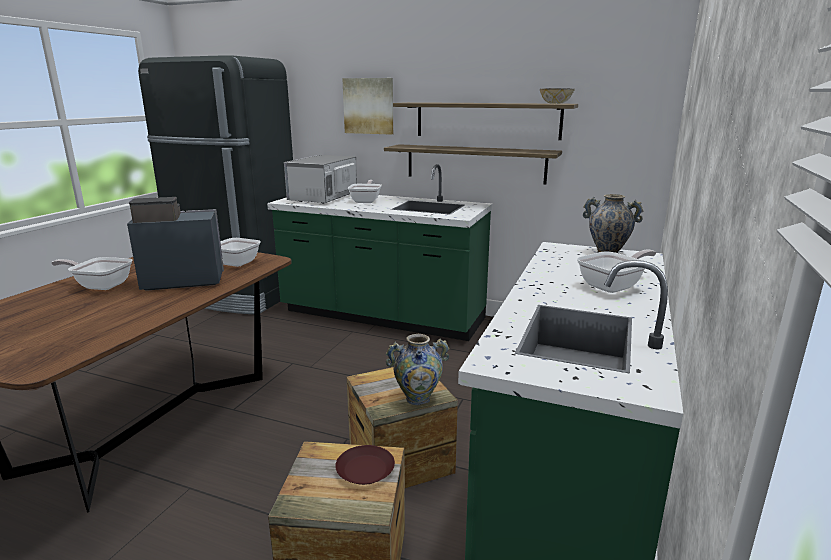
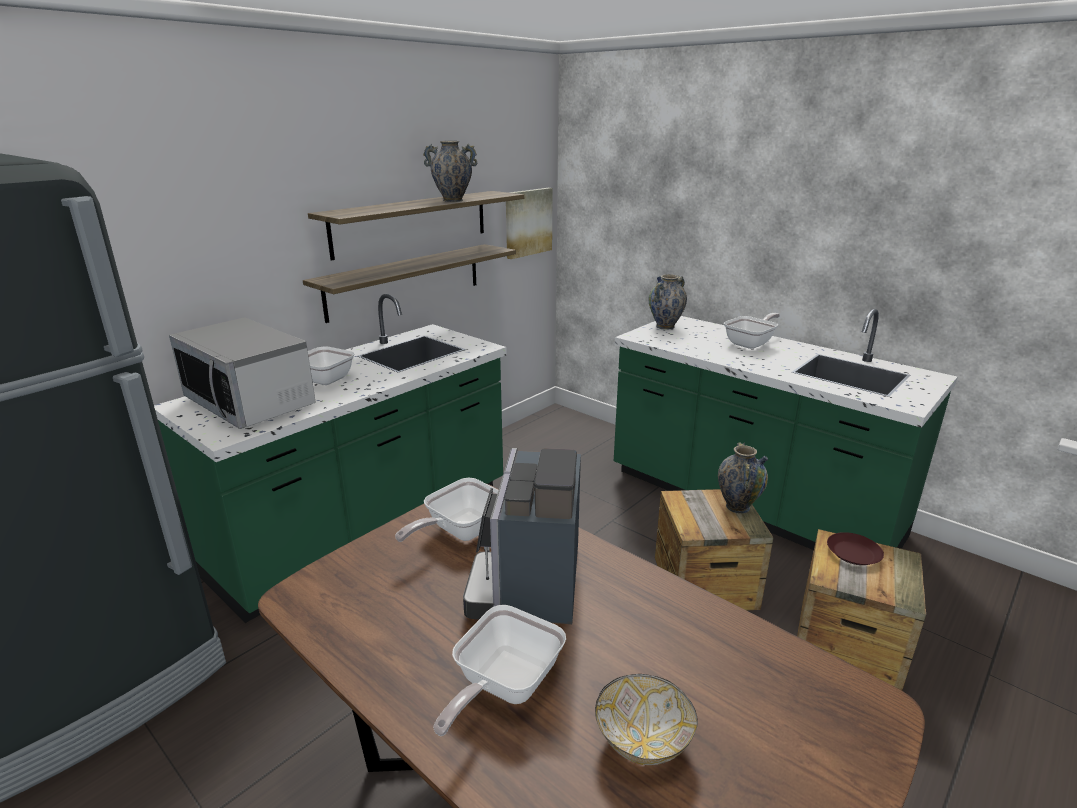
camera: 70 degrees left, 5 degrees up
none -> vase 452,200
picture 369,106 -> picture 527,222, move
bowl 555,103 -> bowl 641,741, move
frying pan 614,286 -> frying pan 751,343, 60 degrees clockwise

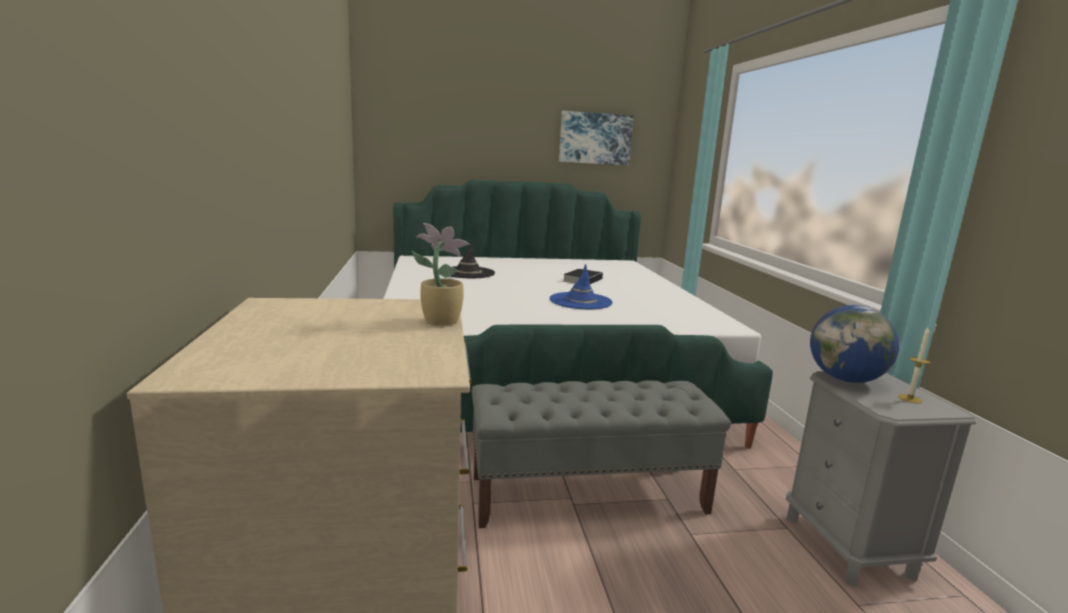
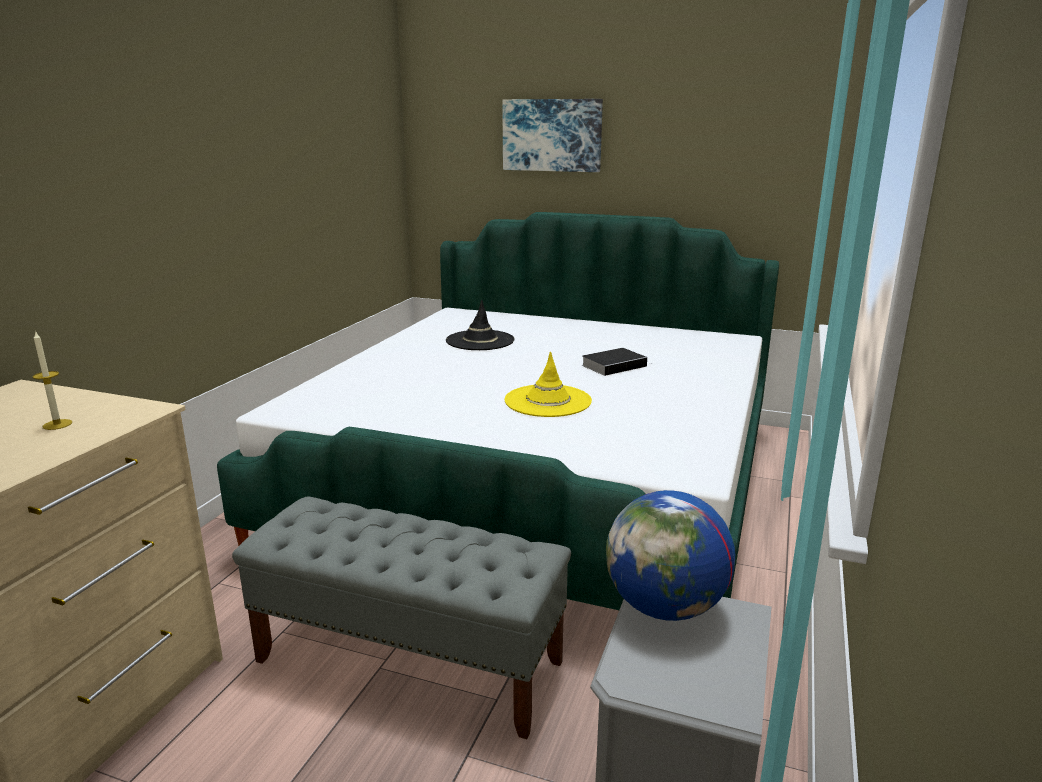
camera: 30 degrees right, 5 degrees up
potted plant 440,321 -> none
picture 595,138 -> picture 552,135, move
candle 909,399 -> candle 57,424, move
blue hat 580,301 -> yellow hat 548,401

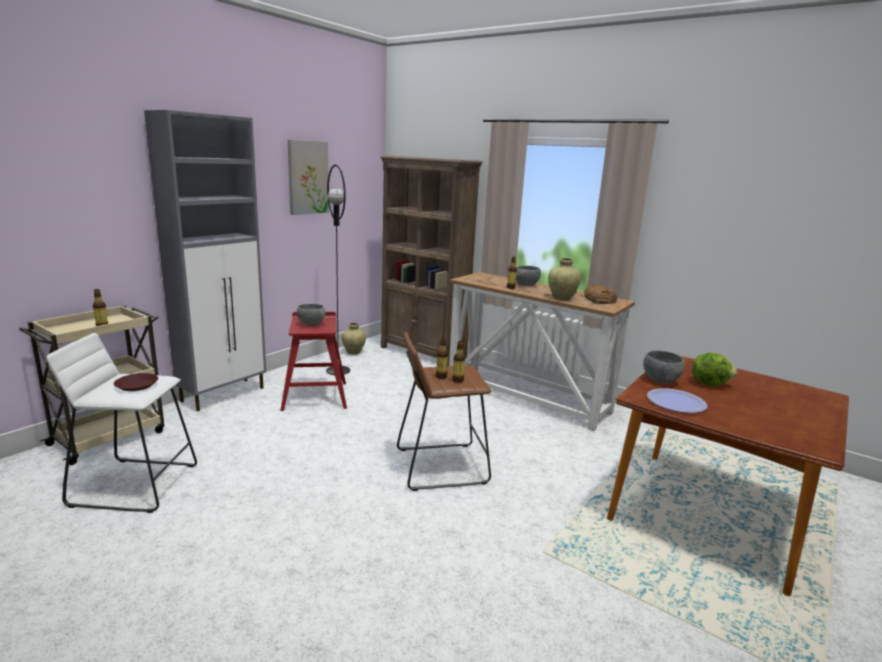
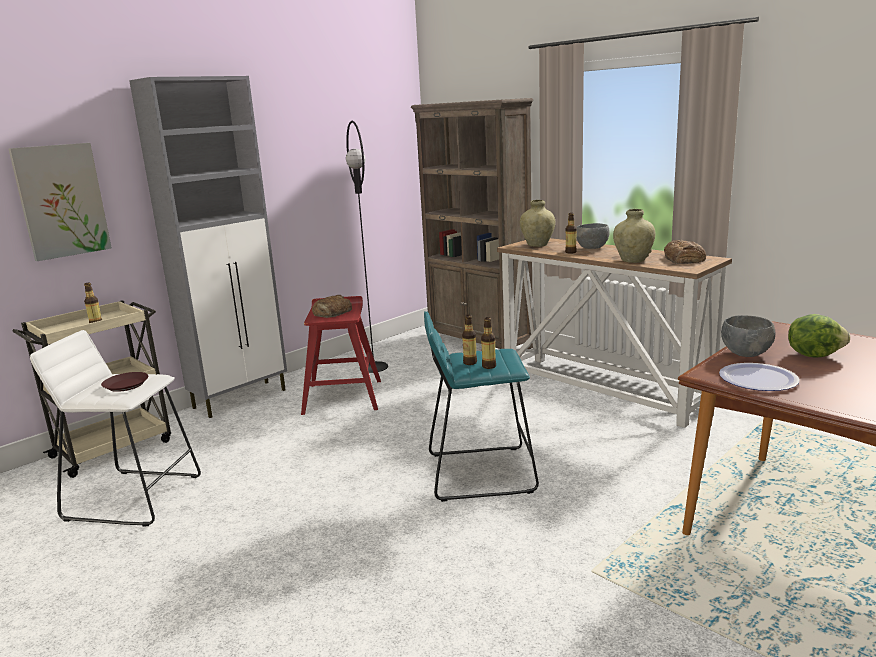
camera: 10 degrees right, 0 degrees up
picture 307,177 -> picture 61,201, move
beige vase 353,352 -> beige vase 537,245, move
grey bowl 311,324 -> bread 332,312
brown stool 441,465 -> turquoise stool 480,472

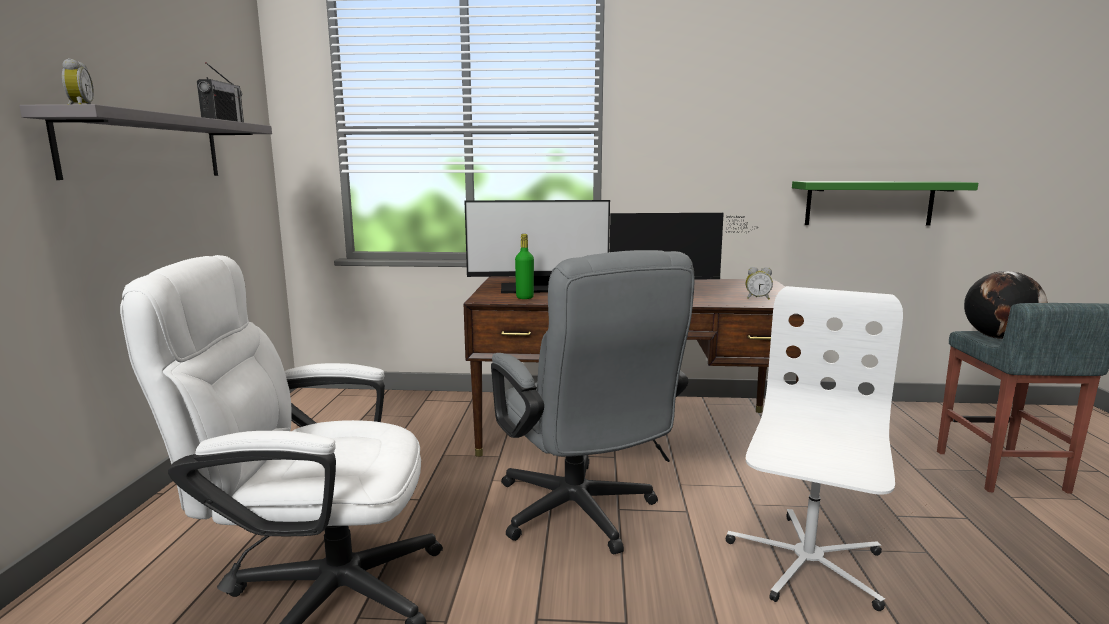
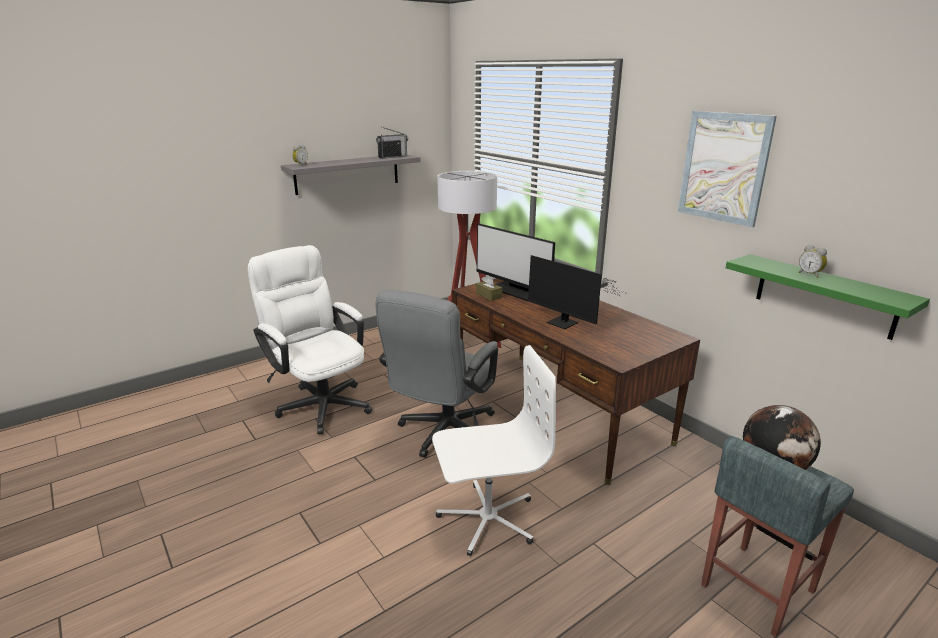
camera: 50 degrees right, 10 degrees up
none -> floor lamp 467,343
none -> picture 724,167
alarm clock 757,298 -> alarm clock 810,274, move
green bottle 524,297 -> brown tissue box 488,295

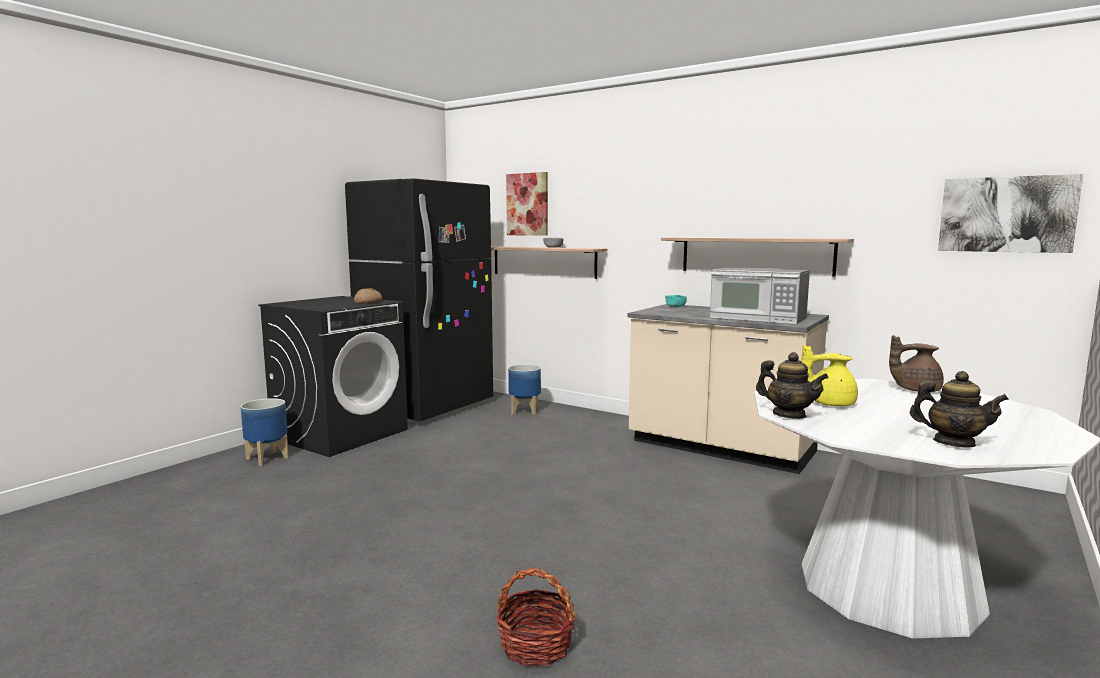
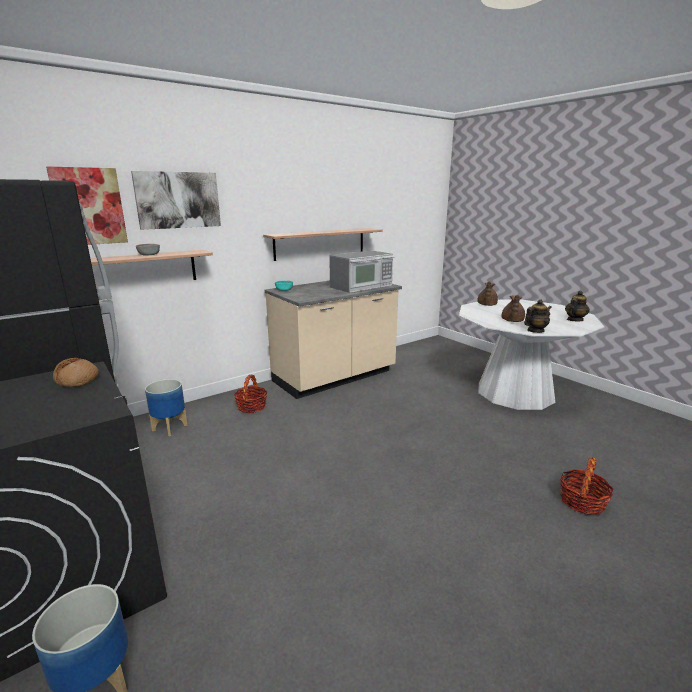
camera: 70 degrees left, 10 degrees up
none -> basket 251,406
picture 1006,214 -> picture 178,200, move
yellow teapot 828,403 -> brown teapot 512,321

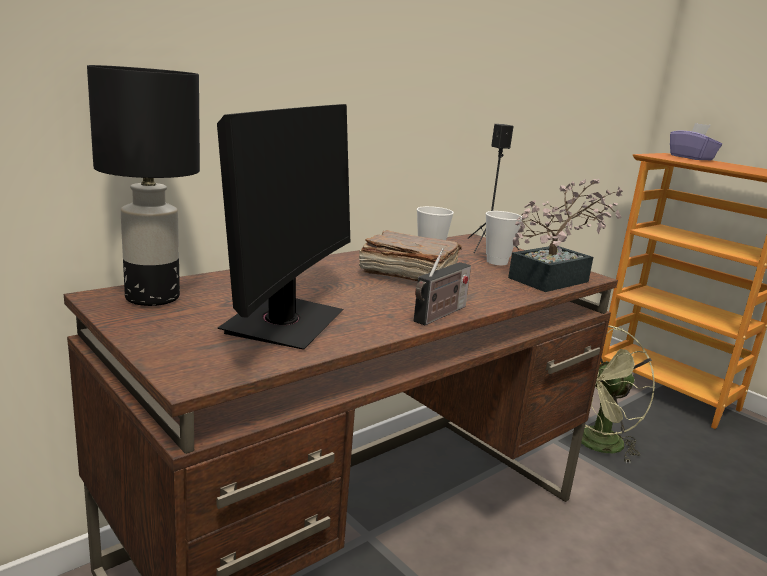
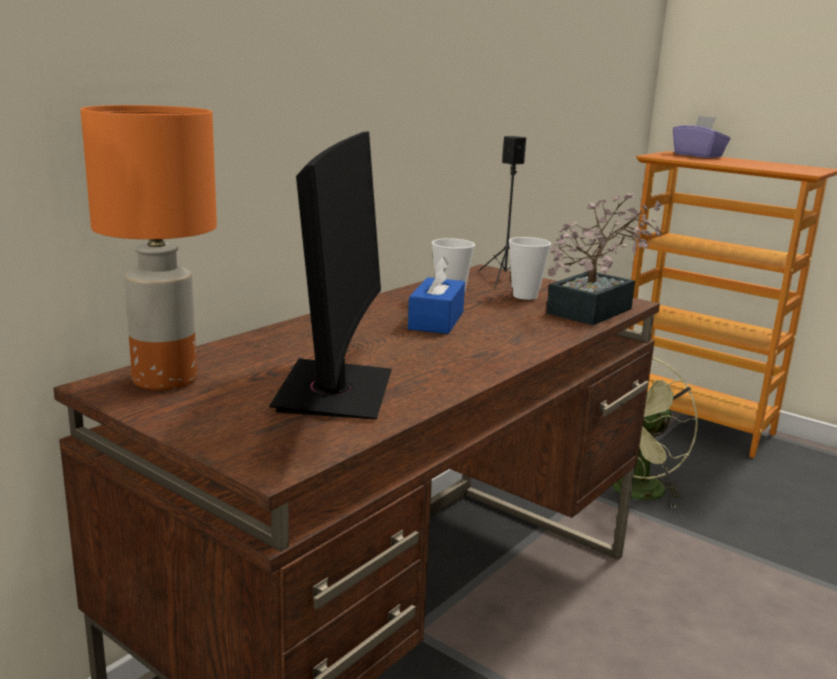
camera: 10 degrees left, 0 degrees up
radio 439,315 -> none
brown book 407,274 -> blue tissue box 436,320
black table lamp 153,297 -> orange table lamp 165,379

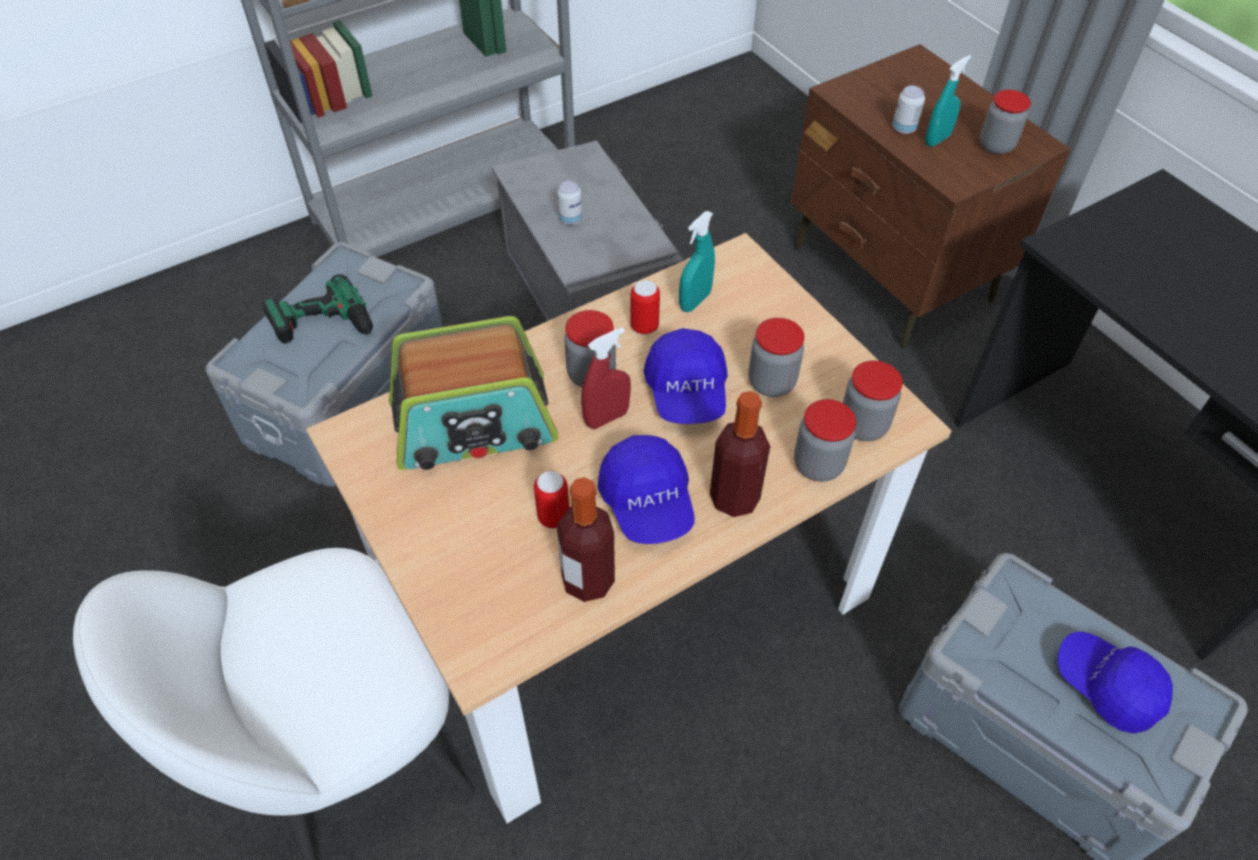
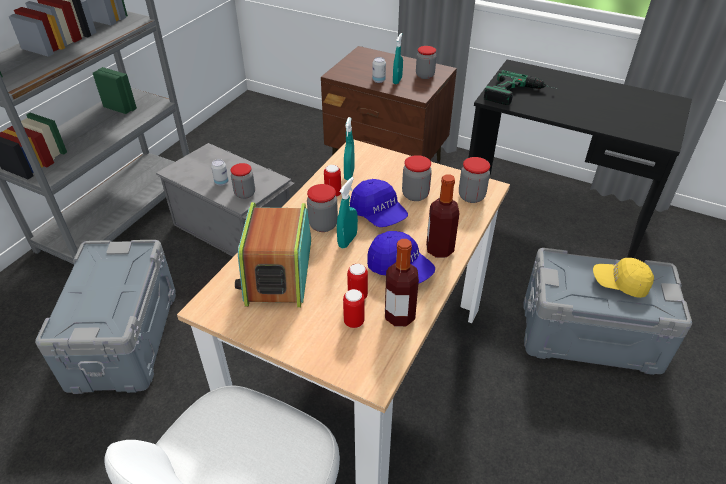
camera: 30 degrees left, 10 degrees down
none -> can 354,322
power drill 327,331 -> power drill 520,95, move
jar 818,465 -> jar 245,193, move
red spray bottle 606,418 -> turquoise spray bottle 347,240
blue cap 1106,686 -> yellow cap 620,283
radio 474,424 -> radio 278,272, 135 degrees clockwise

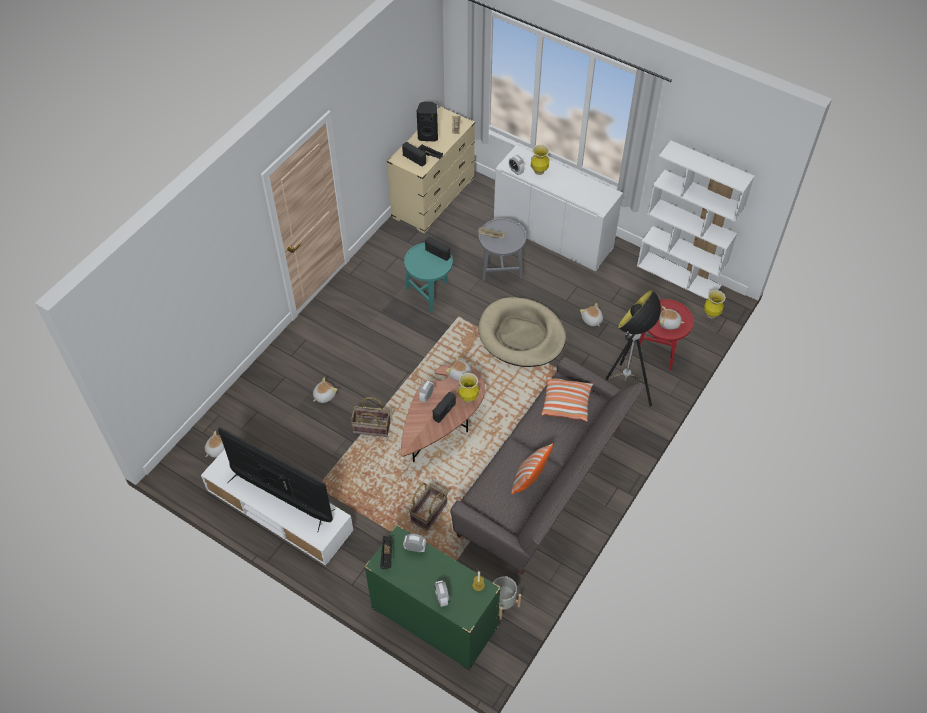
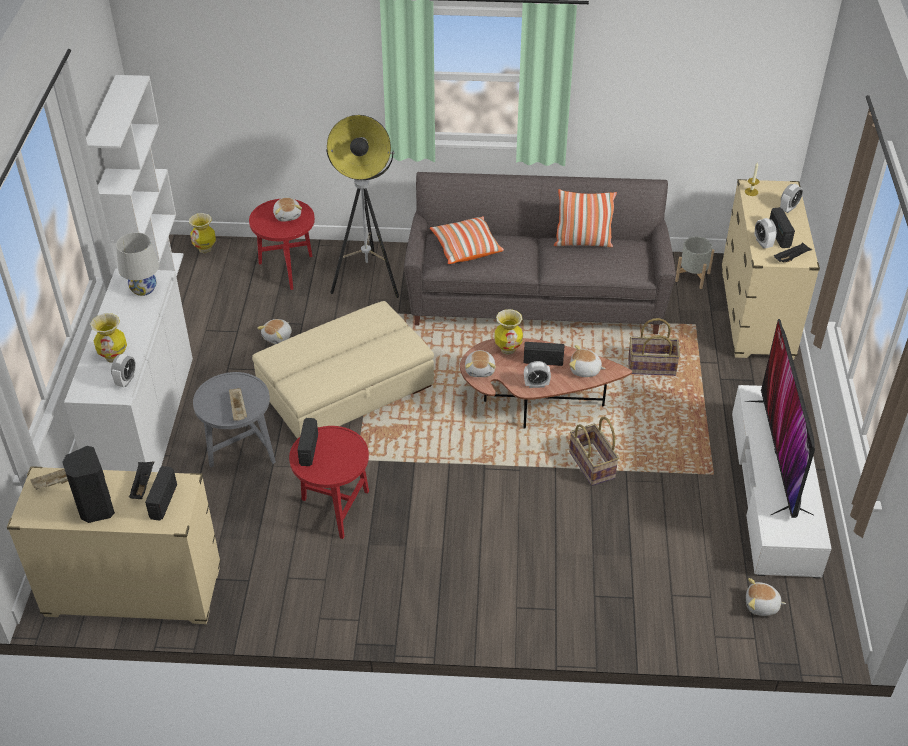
camera: 120 degrees left, 10 degrees down
none -> white table lamp 143,289
none -> radio 779,236
plush toy 324,395 -> plush toy 585,370, move
beige dog bed 521,335 -> beige ottoman 345,388
green dresser 434,619 -> beige dresser 756,314
turquoise side table 429,293 -> red side table 334,508

